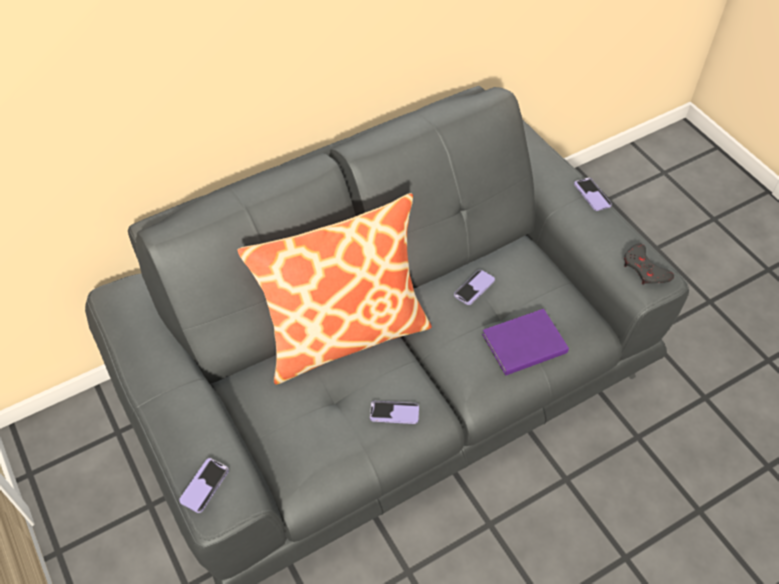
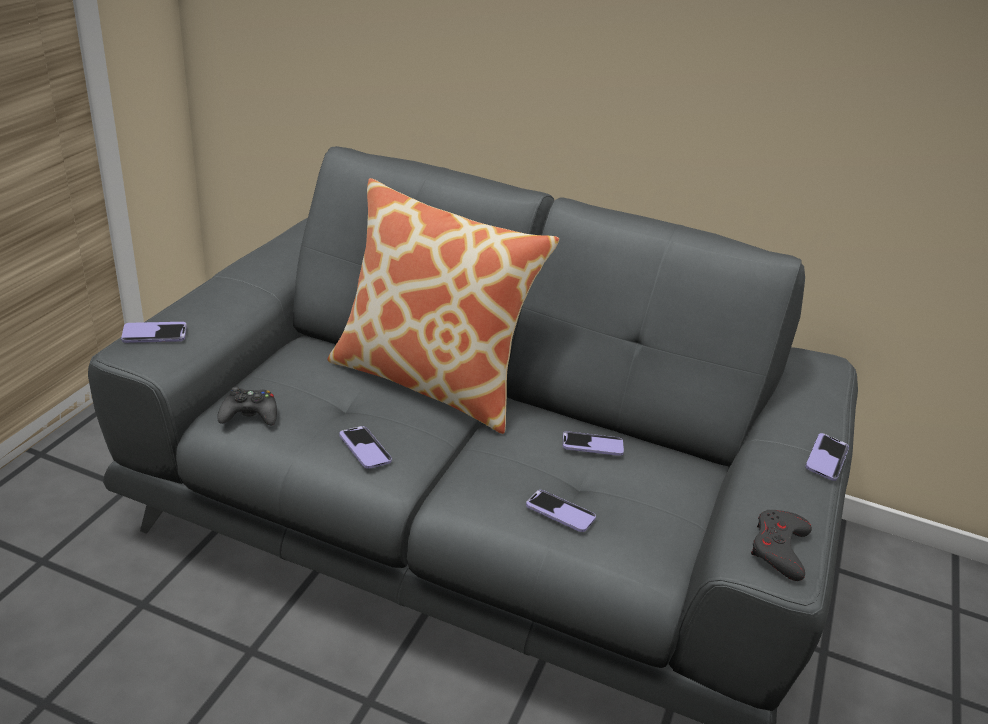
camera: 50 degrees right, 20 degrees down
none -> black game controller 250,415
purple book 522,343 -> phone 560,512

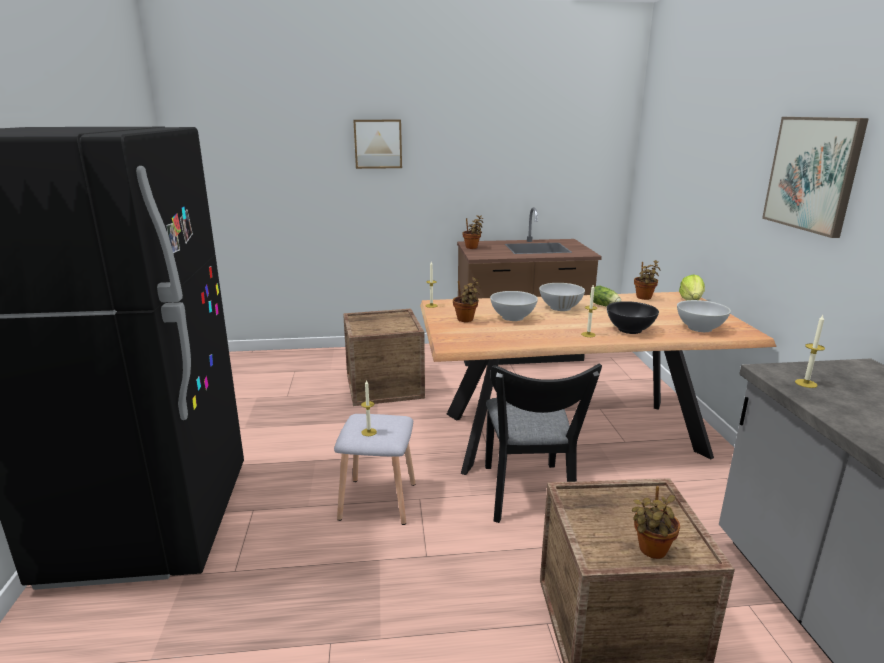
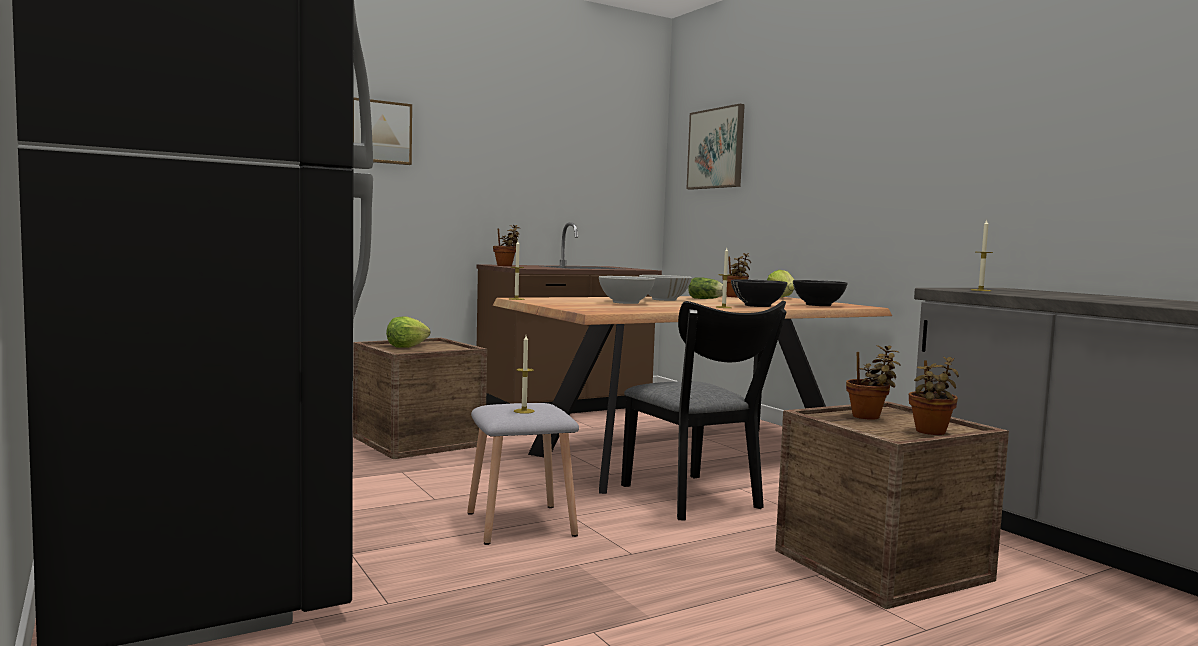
camera: 25 degrees left, 15 degrees down
none -> lettuce 406,346
potted plant 466,320 -> potted plant 869,417, move
picture 812,174 -> picture 716,148, move
white bowl 700,328 -> black bowl 818,305

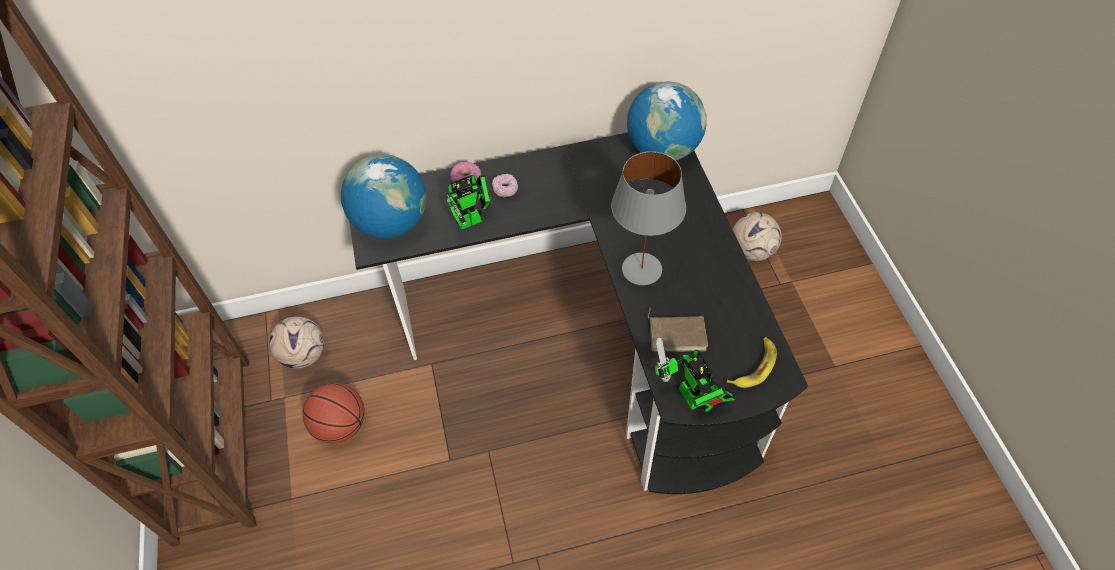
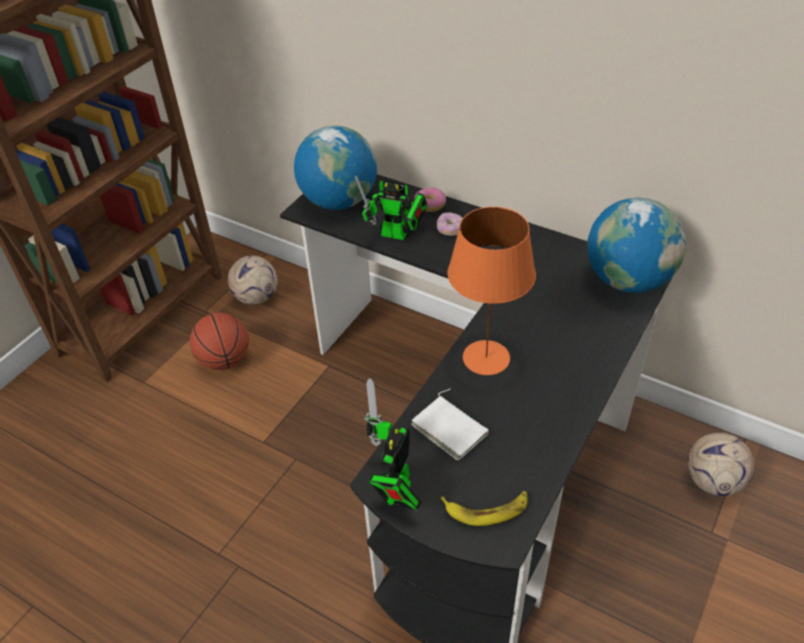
camera: 45 degrees right, 10 degrees down
grey table lamp 642,269 -> orange table lamp 486,358
brown book 677,333 -> white book 451,428

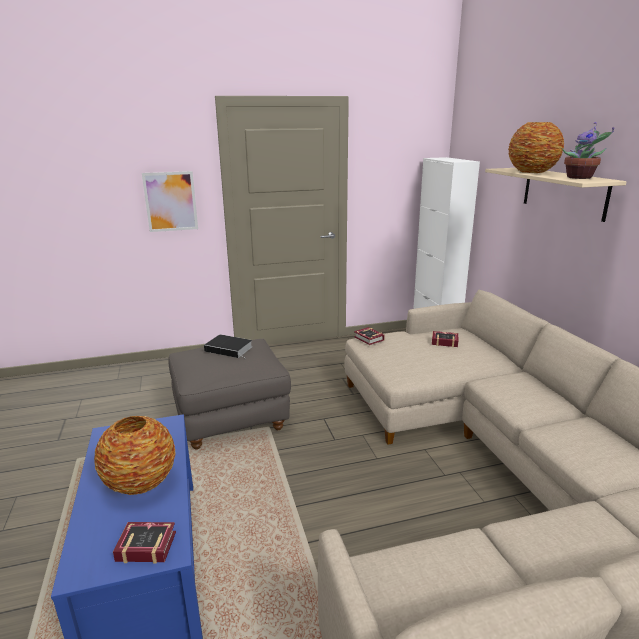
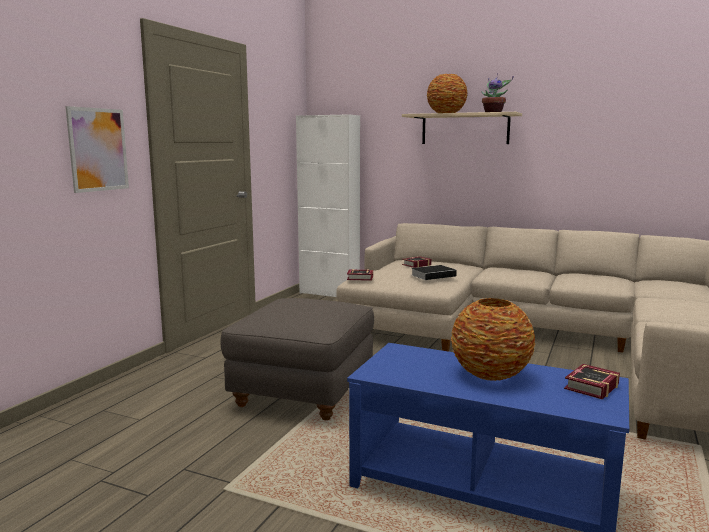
camera: 50 degrees left, 10 degrees down
book 230,349 -> book 434,275, move

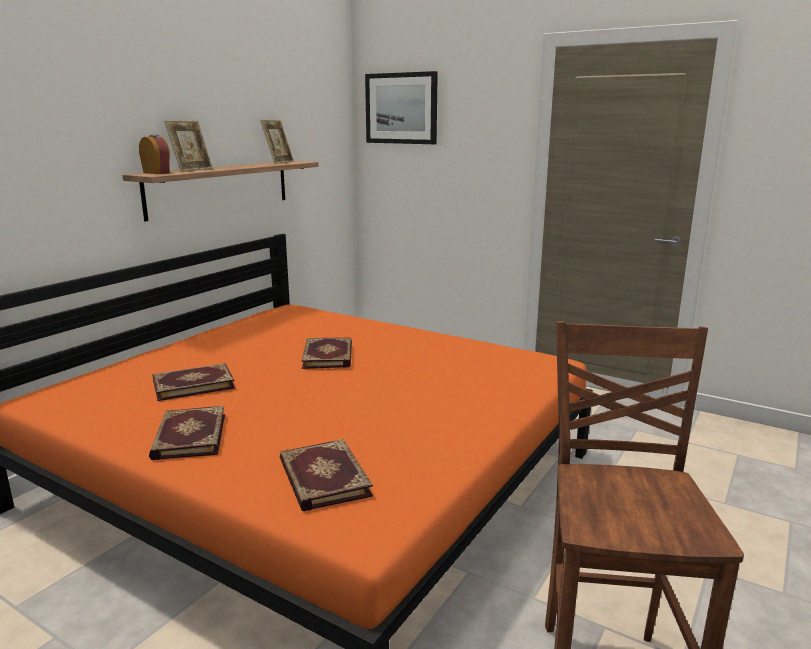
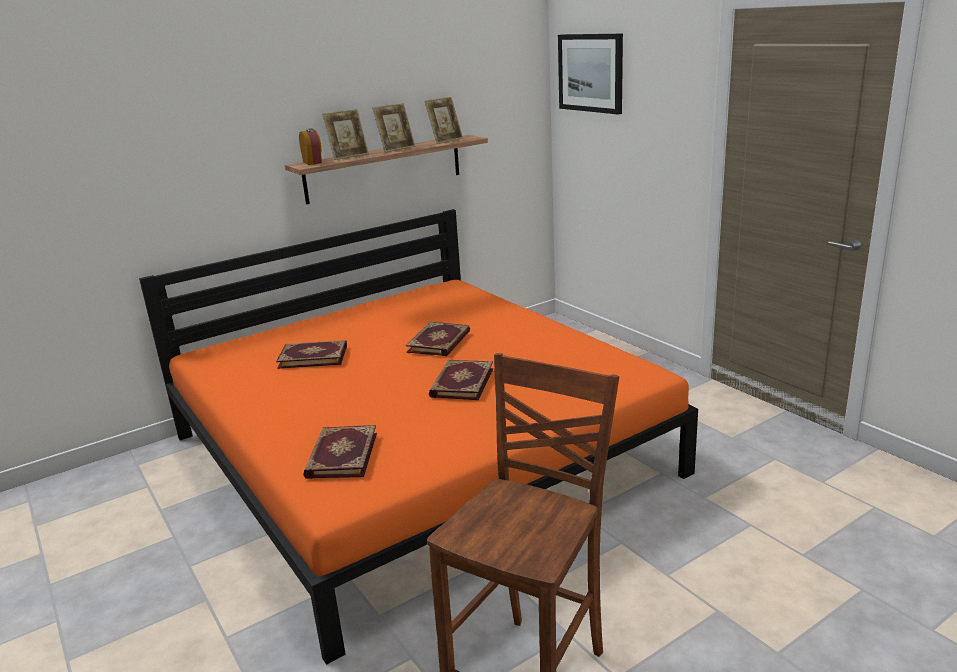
camera: 25 degrees right, 5 degrees up
none -> picture frame 396,149
book 188,436 -> book 461,382, move

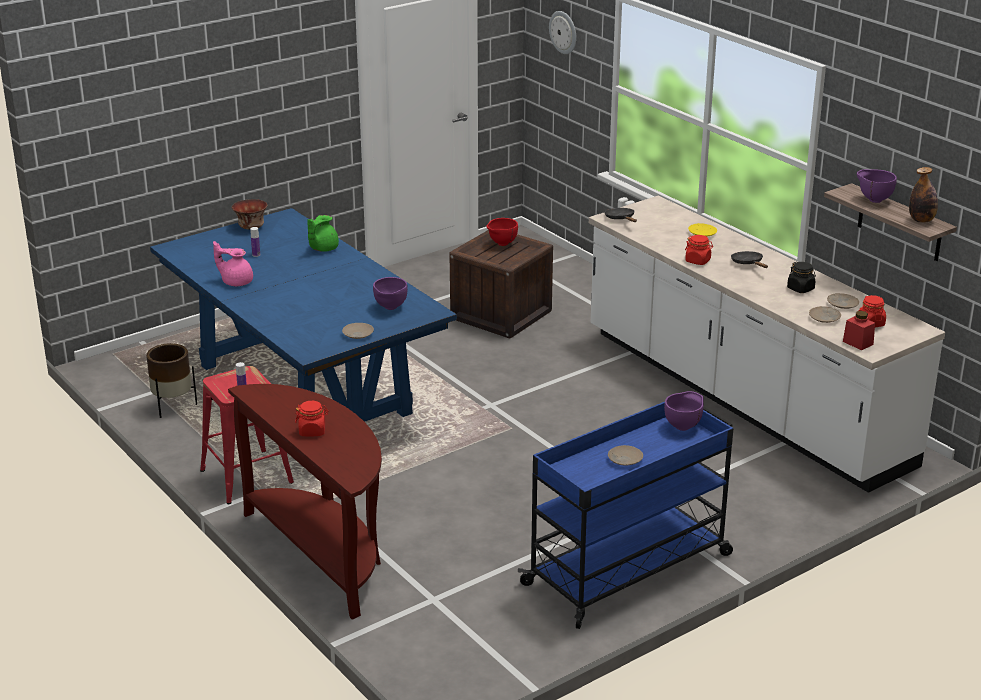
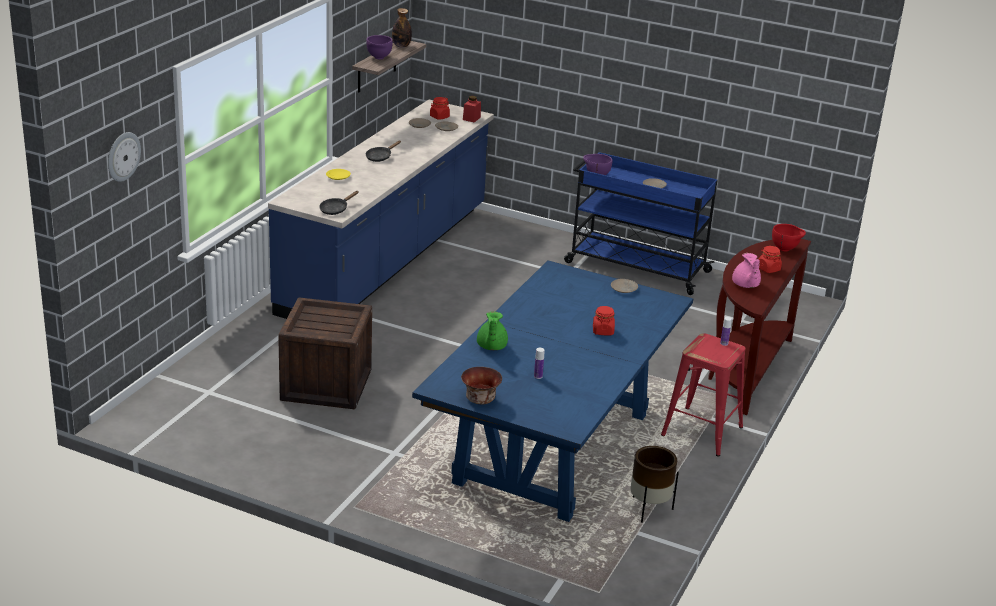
camera: 120 degrees left, 0 degrees up
purple bowl 390,308 -> none
black jar 800,288 -> none
pink teapot 236,281 -> pink teapot 745,285, move
red bowl 501,244 -> red bowl 786,249, move
red jar 698,261 -> red jar 603,331, move
white counter 742,398 -> blue counter 387,260
green teapot 322,248 -> green teapot 491,346, 90 degrees clockwise

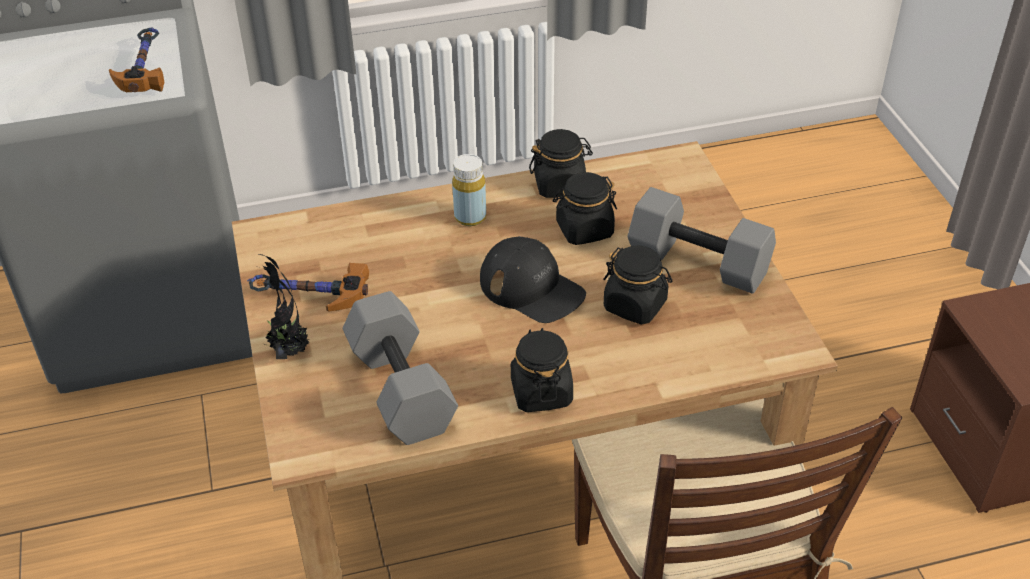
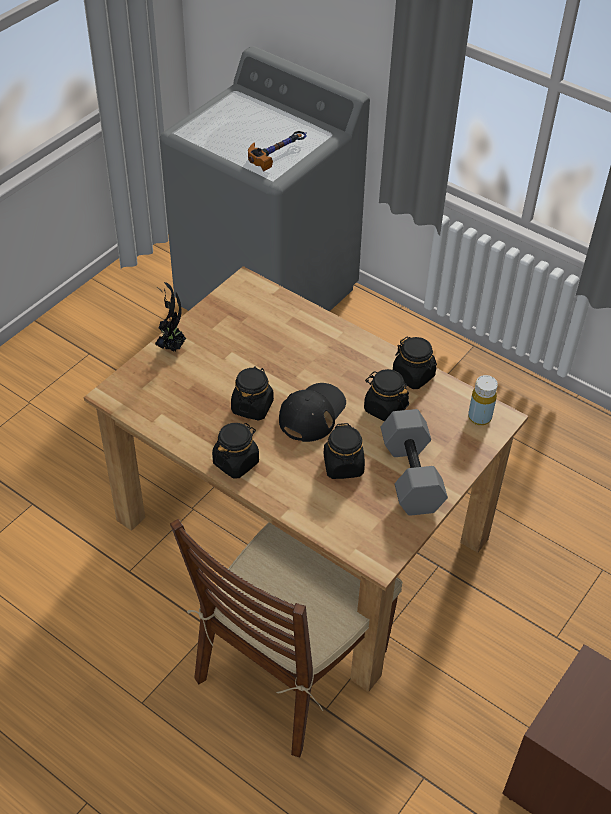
camera: 50 degrees right, 5 degrees up
hammer 308,298 -> none
grey dumbbell 398,388 -> none
none -> black jar 252,406
yellow bottle 470,217 -> yellow bottle 479,417, move
black cap 532,288 -> black cap 312,413, 150 degrees counterclockwise

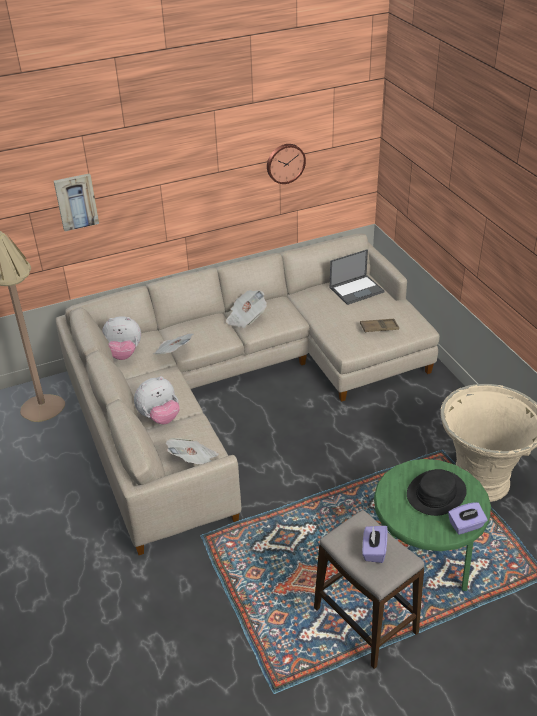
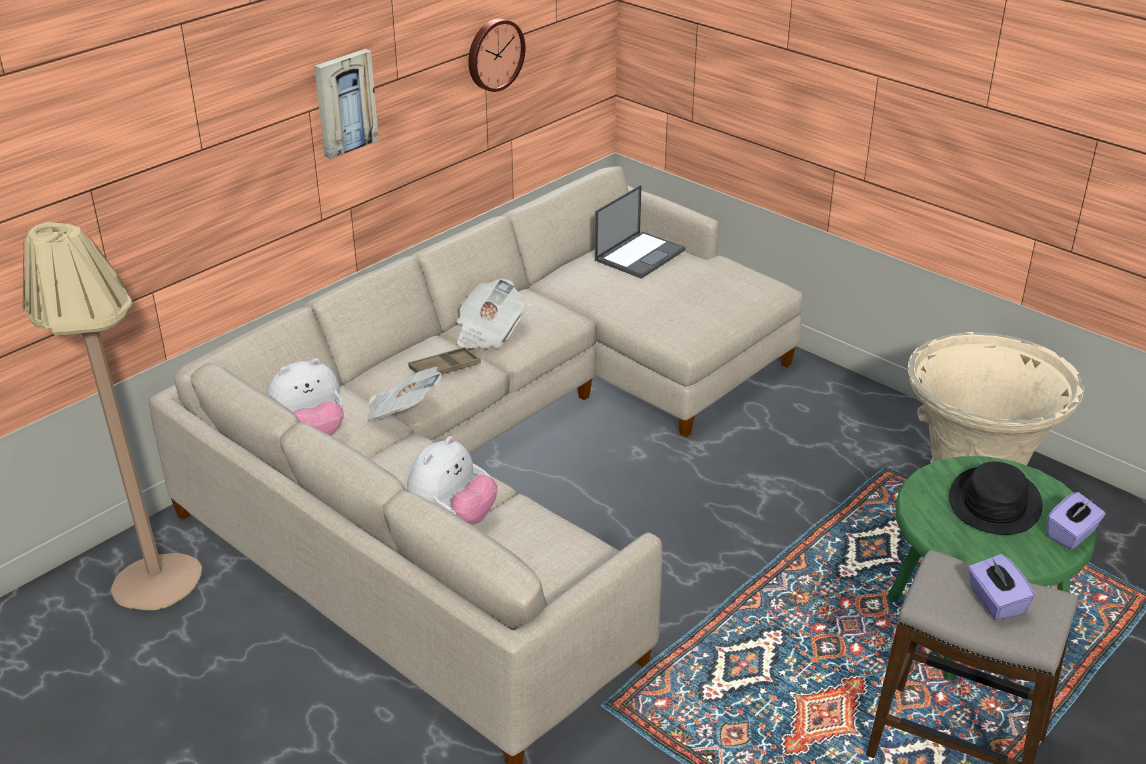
camera: 25 degrees left, 5 degrees down
newspaper 193,460 -> none
picture 76,201 -> picture 344,102, move
brown tray 379,328 -> brown tray 445,368, move

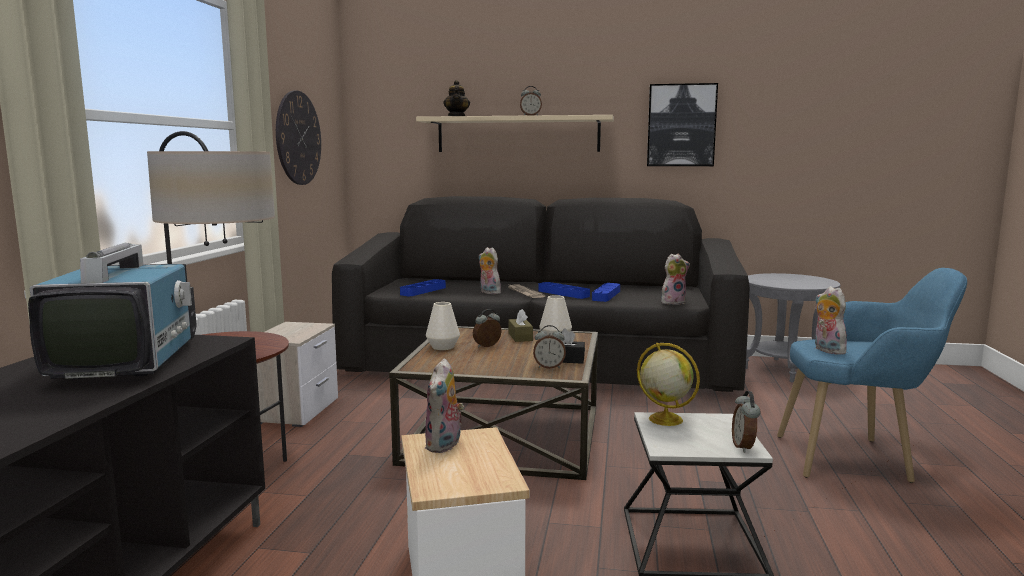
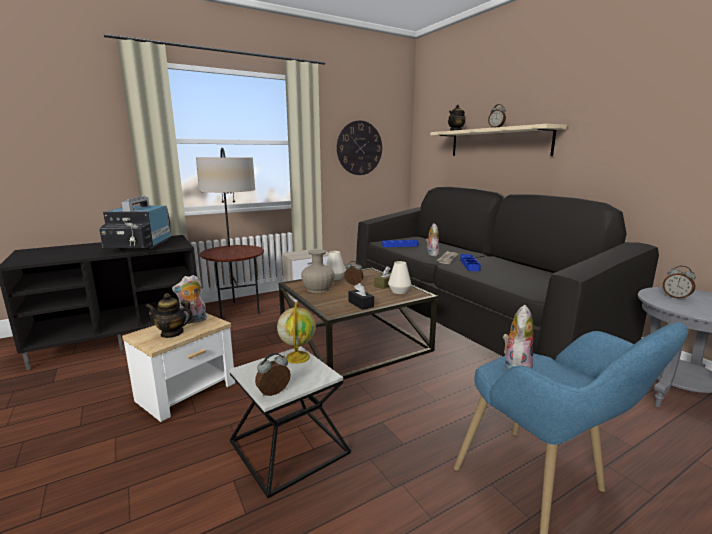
camera: 50 degrees right, 5 degrees up
blue tray 606,295 -> none
picture 681,125 -> none
plush toy 673,302 -> none
none -> teapot 172,333
none -> beige vase 318,289
alarm clock 549,367 -> alarm clock 676,297, move
television 129,361 -> television 140,246, 135 degrees clockwise

